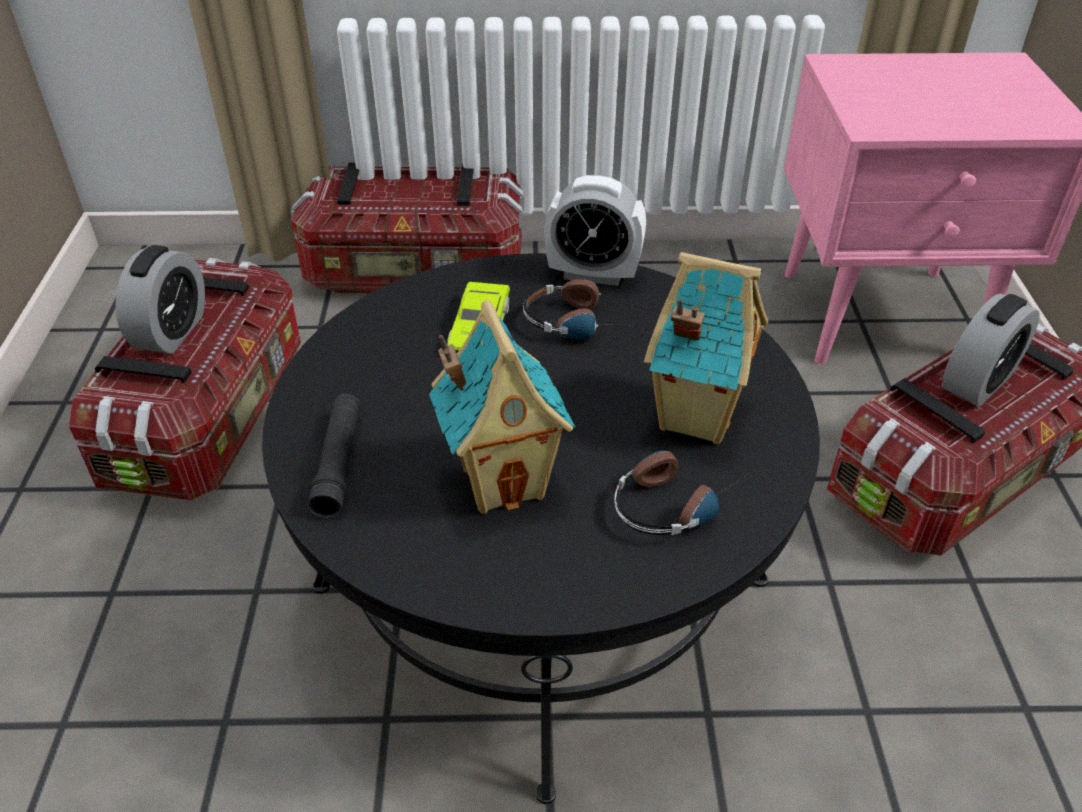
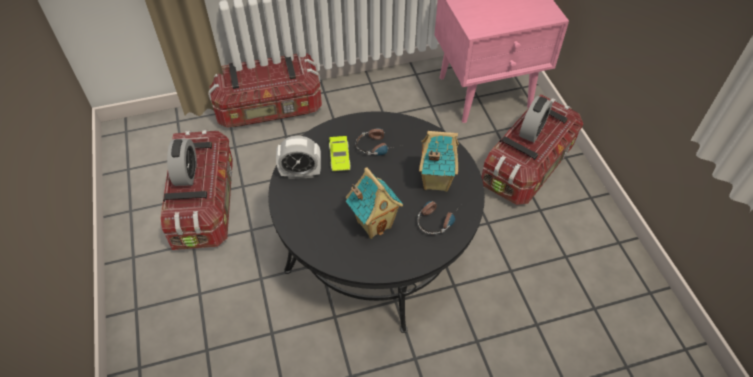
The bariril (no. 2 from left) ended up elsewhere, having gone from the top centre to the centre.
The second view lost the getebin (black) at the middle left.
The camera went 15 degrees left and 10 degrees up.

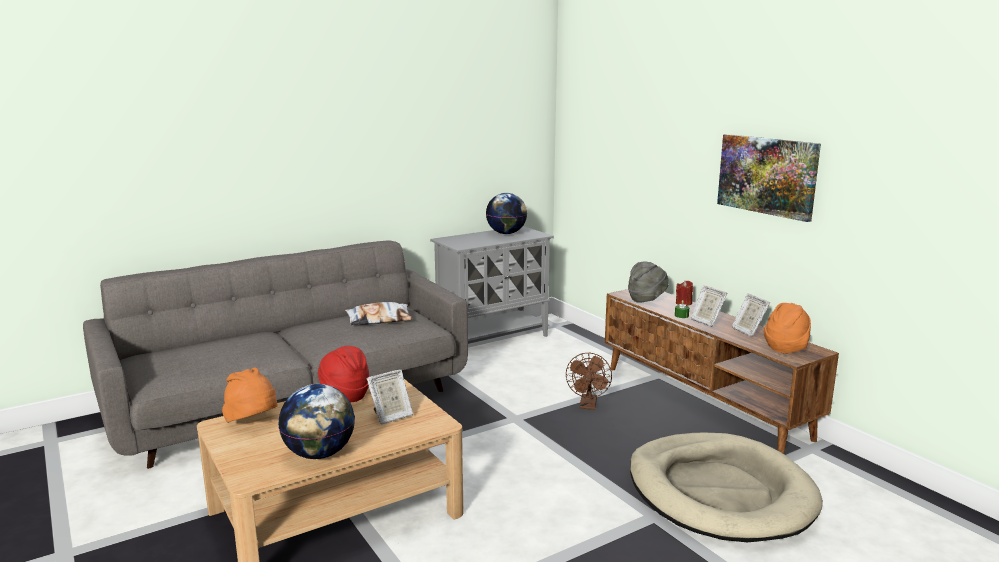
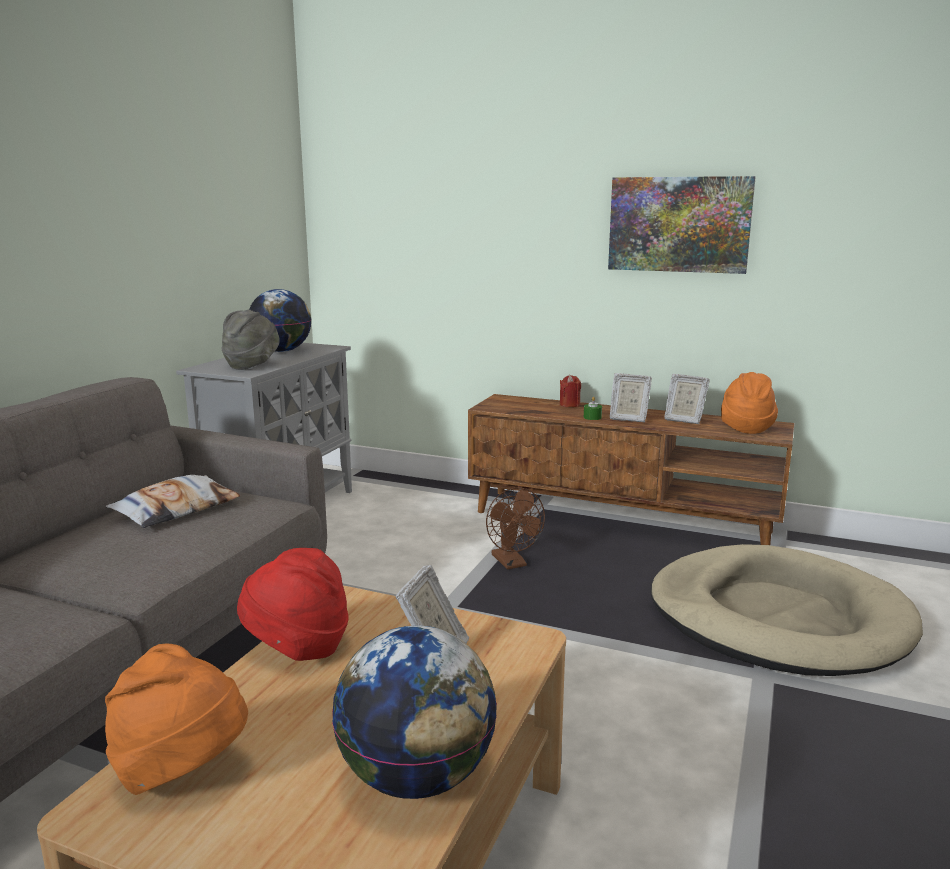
The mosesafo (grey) ended up elsewhere, having gone from the centre to the middle left.
The camera went 35 degrees left and 0 degrees up.

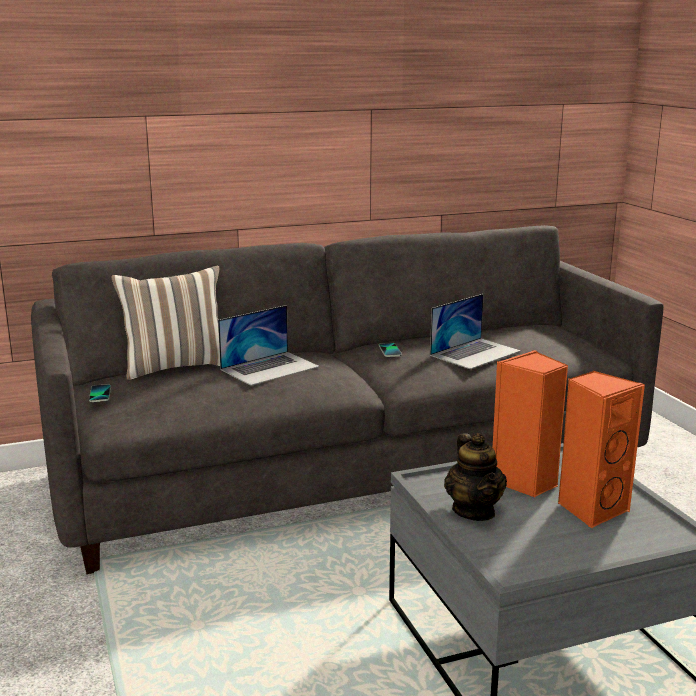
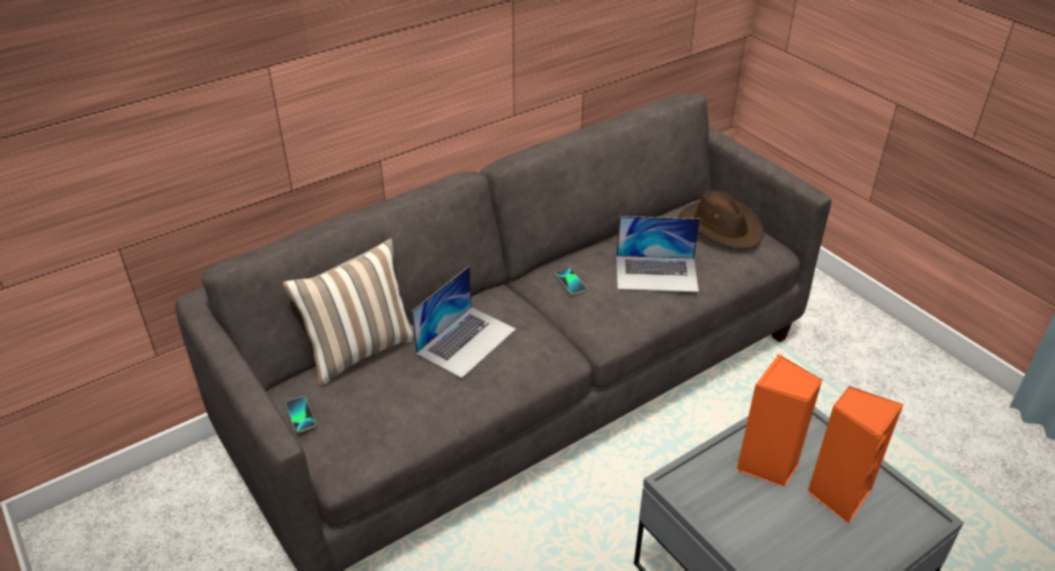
The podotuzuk (no. 2 from left) at the middle right ended up facing another way, 60 degrees clockwise from before.
The second view gained the mosesafo (brown) at the middle right.
The second view lost the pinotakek at the bottom right.
The camera went 15 degrees left and 20 degrees up.

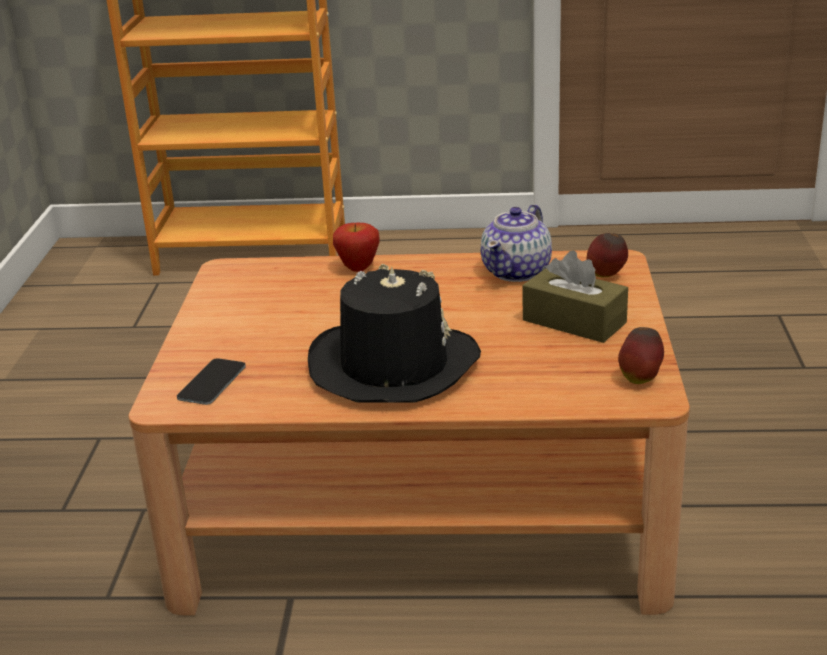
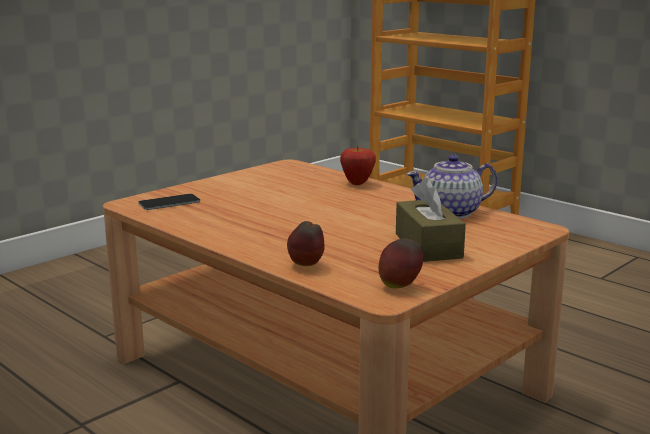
The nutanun (no. 2 from left in the first image) ended up elsewhere, having gone from the middle right to the centre.
The second view lost the mosesafo (black) at the centre.
The camera went 40 degrees right and 10 degrees down.

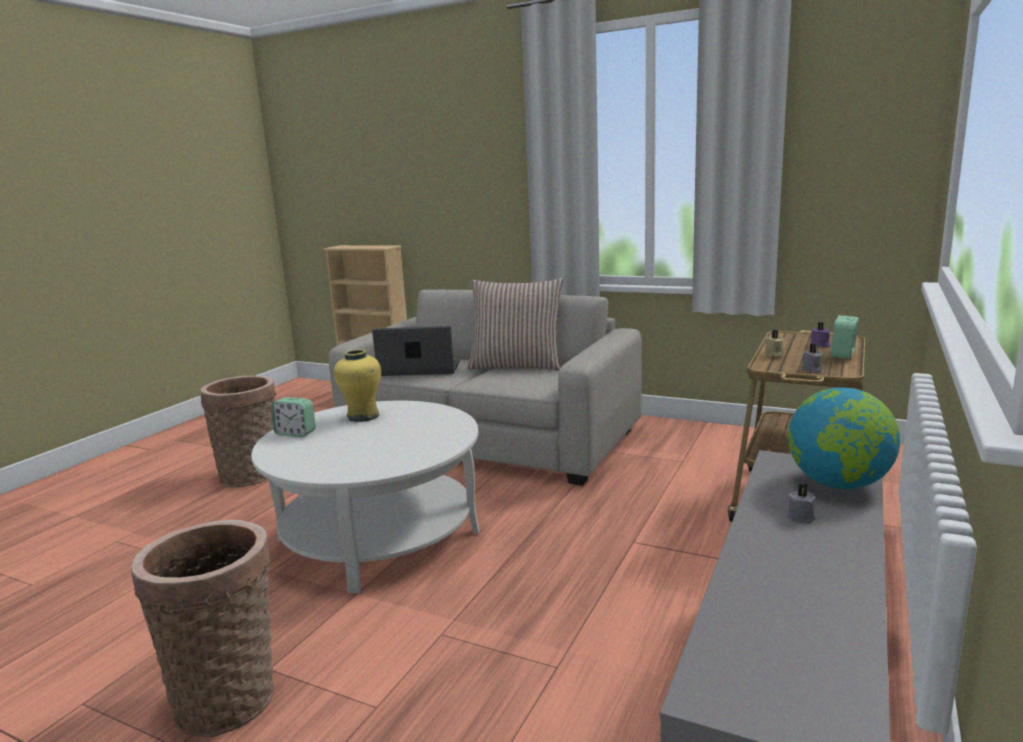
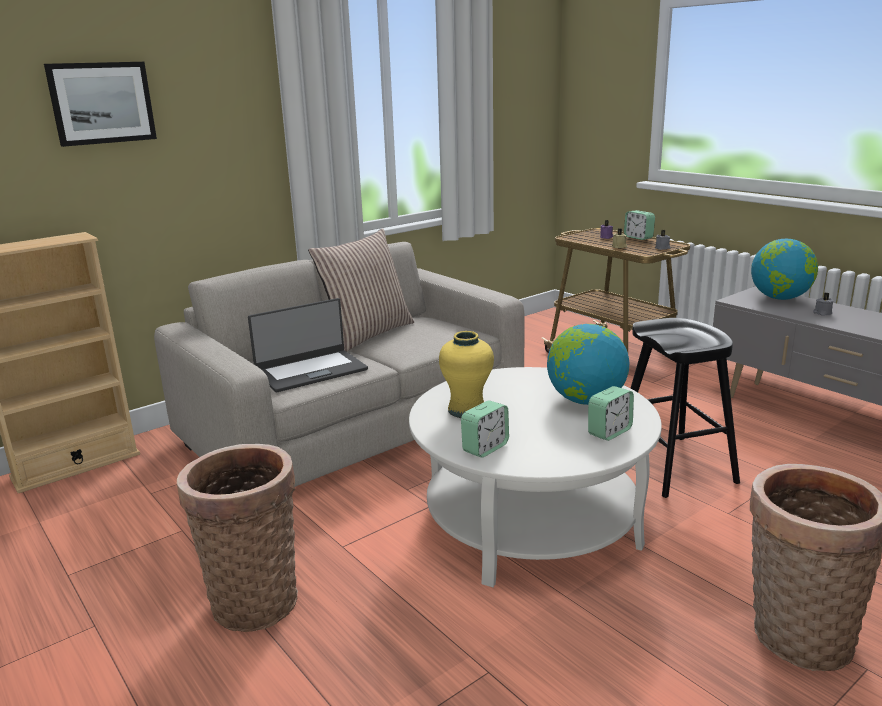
The second view gained the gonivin at the top left.
The podotuzuk at the centre ended up facing another way, 150 degrees counterclockwise from before.
The second view gained the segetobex (no. 1 from left) at the middle right.
The second view gained the bariril (no. 2 from left) at the middle right.
The second view gained the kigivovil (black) at the middle right.
The camera went 65 degrees left and 5 degrees up.

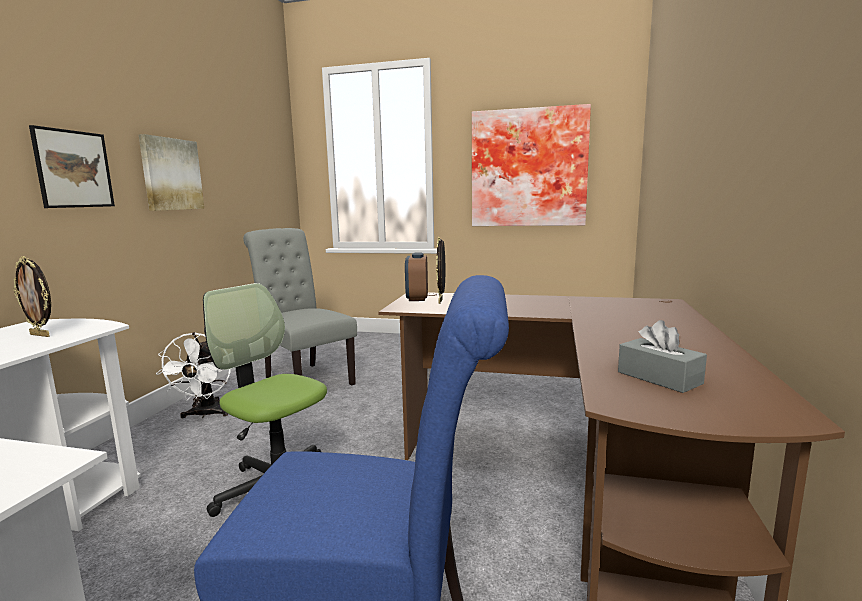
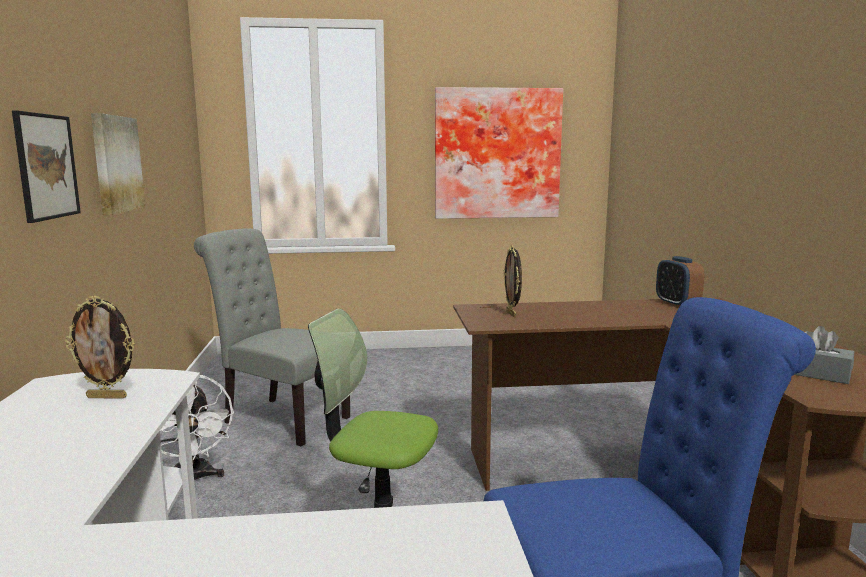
The bariril ended up elsewhere, having gone from the centre to the middle right.
The camera went 20 degrees left and 0 degrees up.

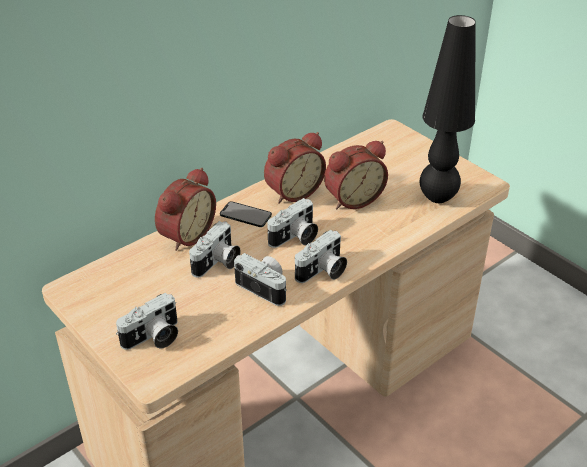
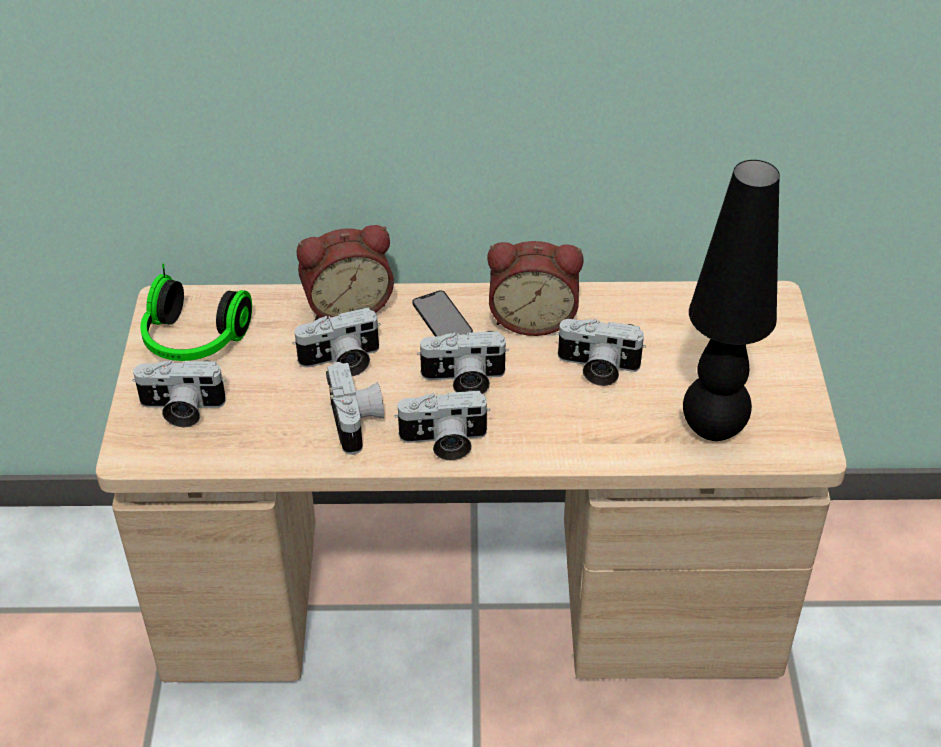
The second view gained the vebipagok at the middle left.
Where the bariril (no. 3 from left) stood at the centre, the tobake (no. 6 from left) came to stand at the centre.
The camera went 40 degrees right and 5 degrees up.

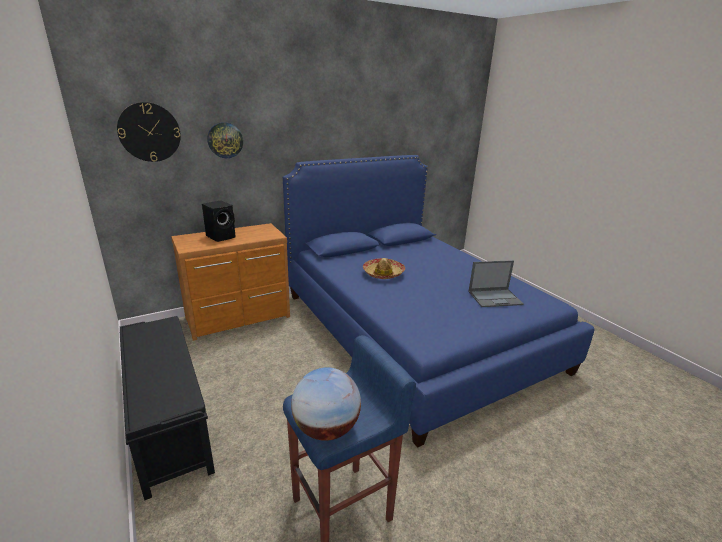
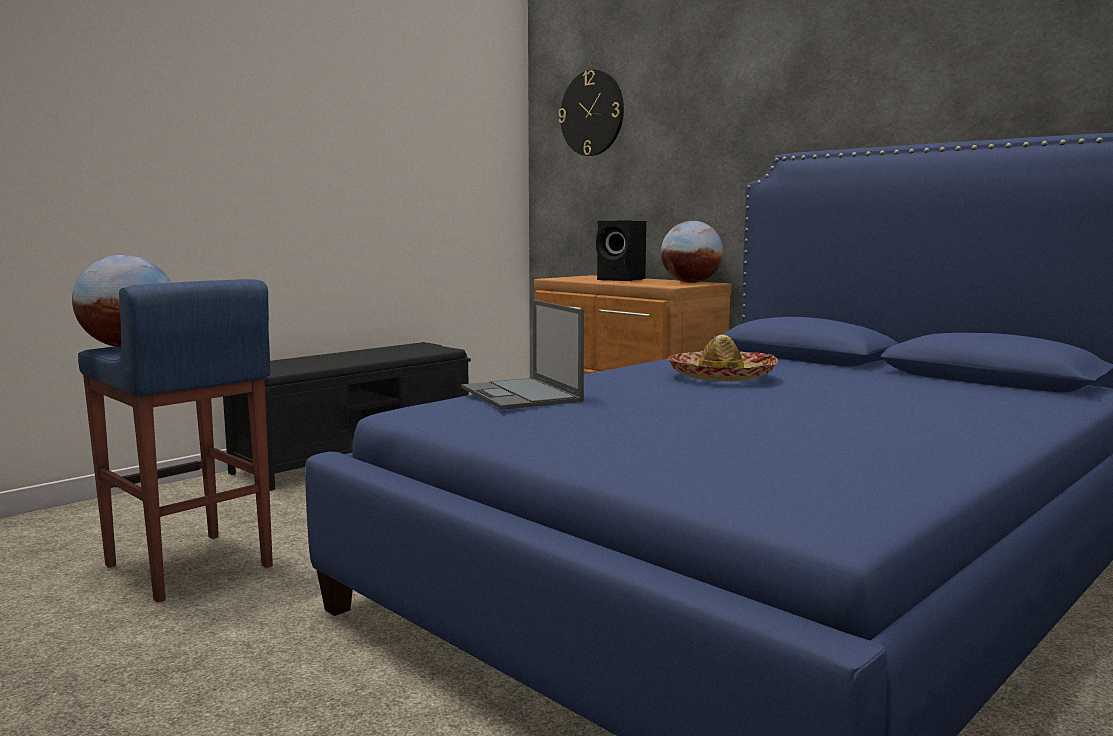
The podotuzuk ended up elsewhere, having gone from the middle right to the centre.
The second view gained the segetobex (no. 2 from left) at the centre.
The second view lost the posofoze (no. 2 from left) at the top left.
The camera went 75 degrees right and 15 degrees down.

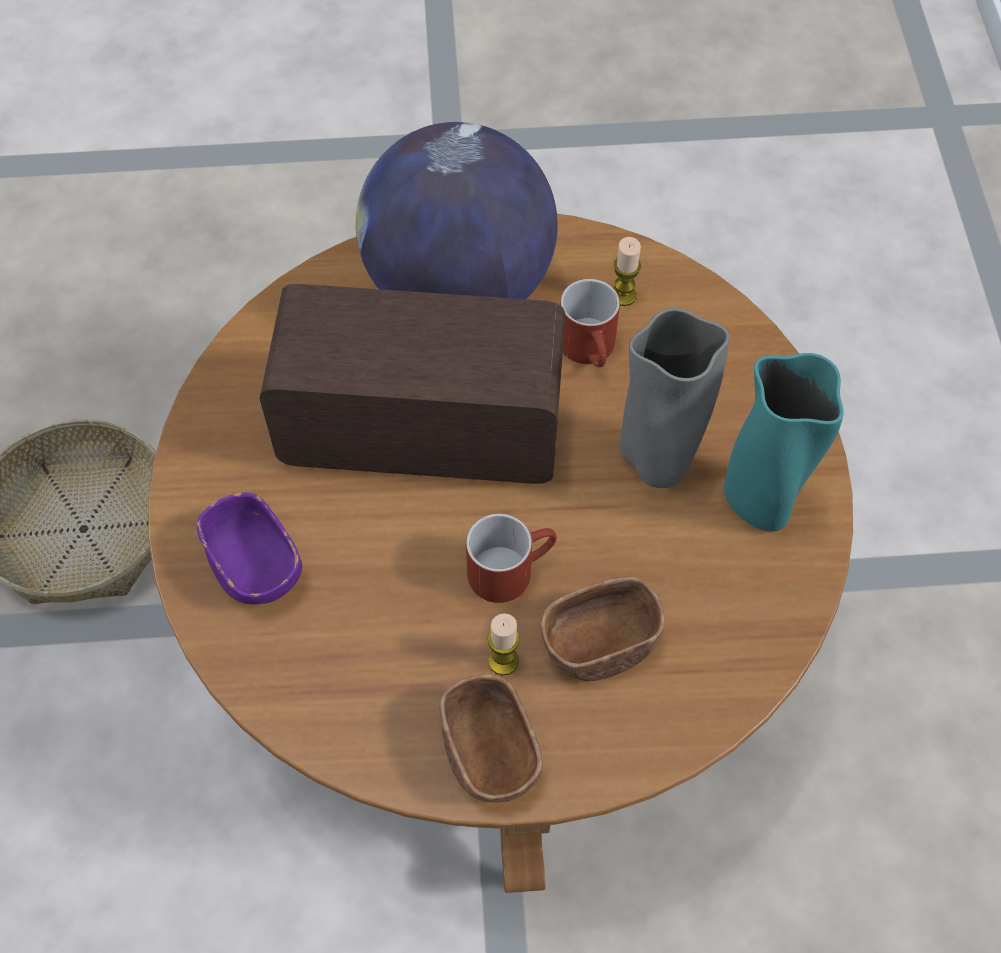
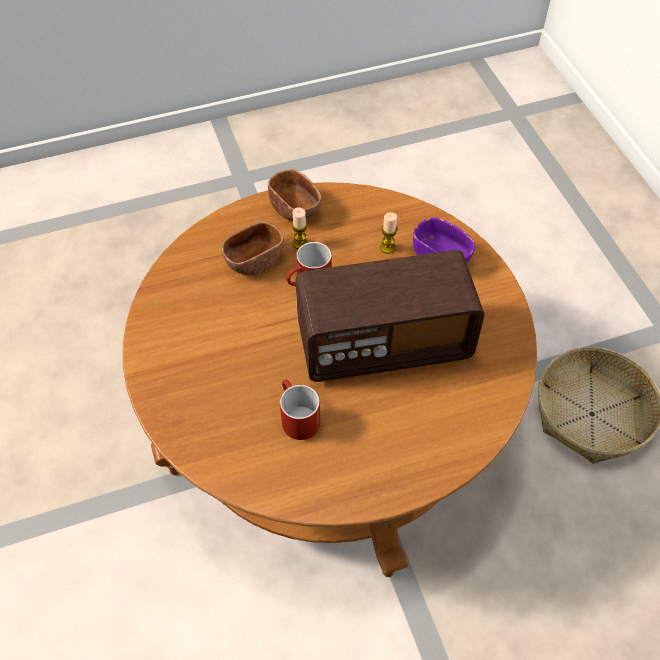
The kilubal (no. 2 from left) ended up elsewhere, having gone from the top centre to the centre.
The second view lost the segetobex at the top centre.
The second view lost the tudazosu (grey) at the middle right.
The second view lost the tudazosu (turquoise) at the middle right.
The camera went 165 degrees right and 5 degrees down.

